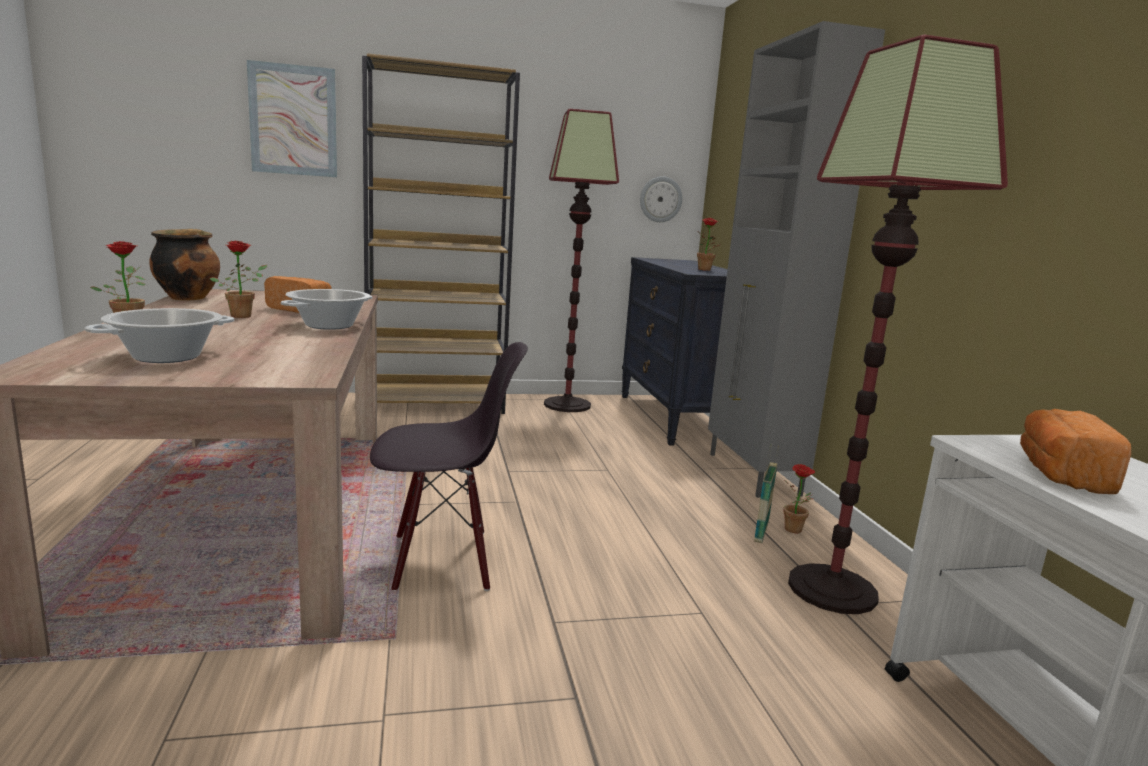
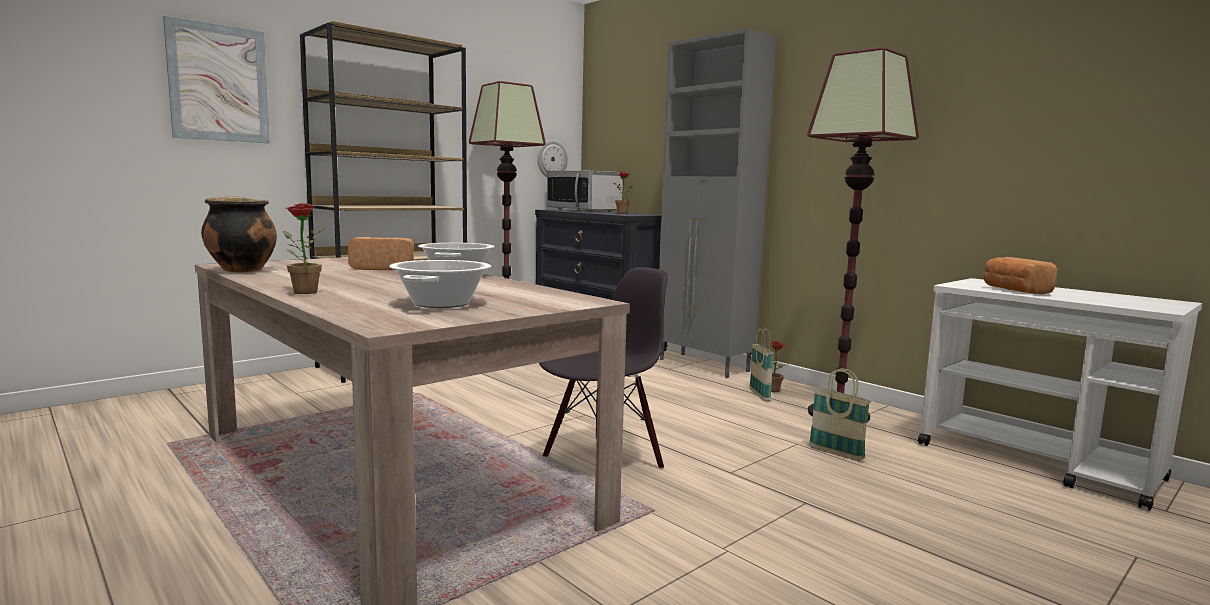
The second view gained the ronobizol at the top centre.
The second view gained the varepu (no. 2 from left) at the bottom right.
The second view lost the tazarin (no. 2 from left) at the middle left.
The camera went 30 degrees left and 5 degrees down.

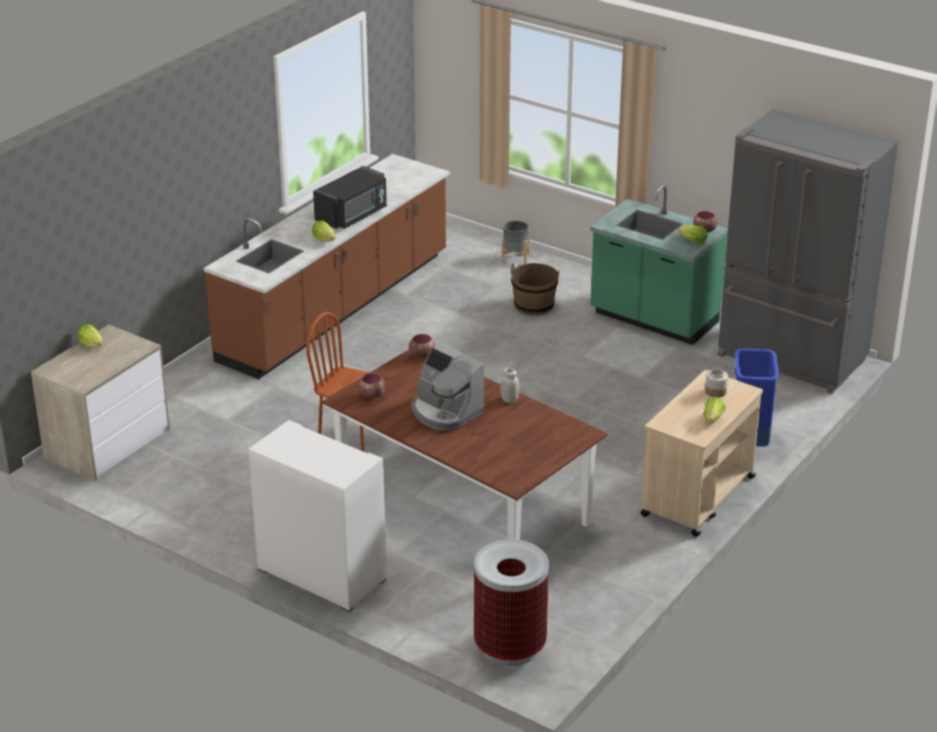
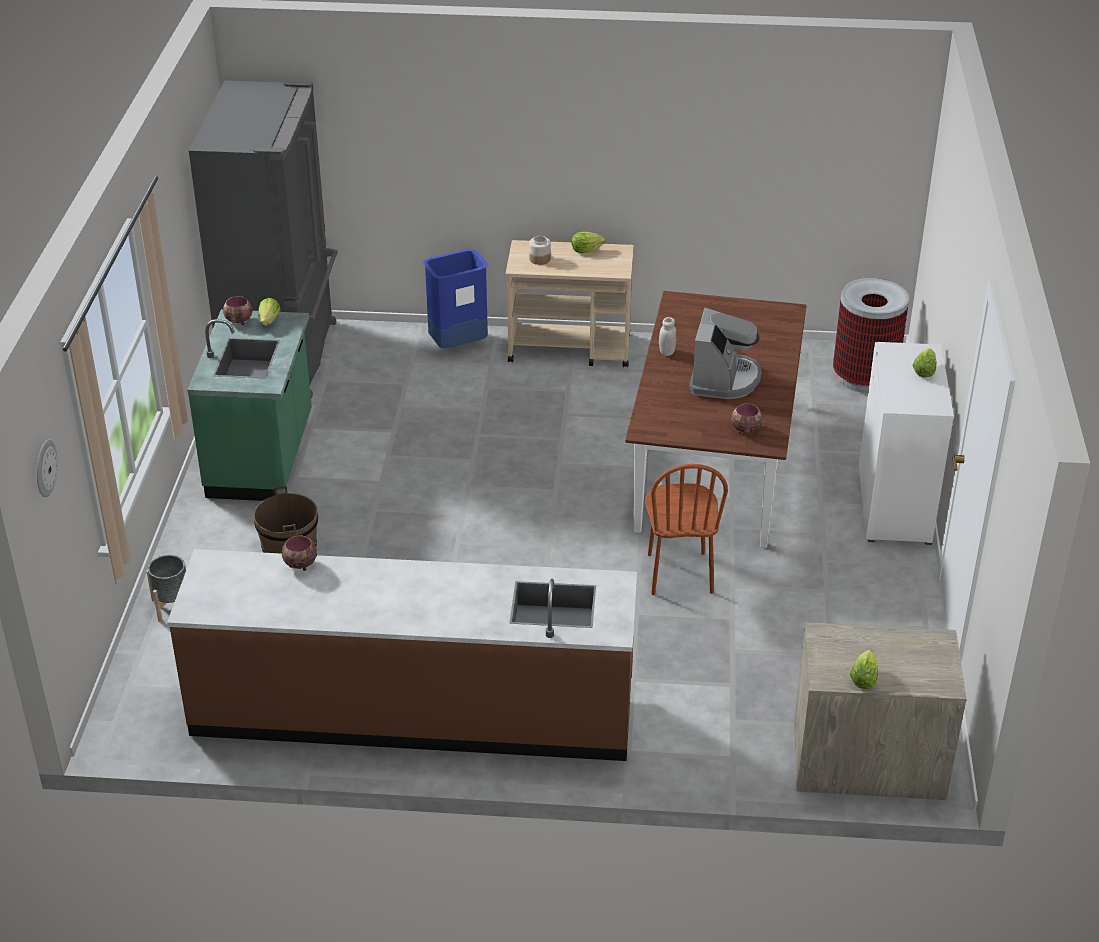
The second view gained the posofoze at the middle left.
The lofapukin (no. 2 from left) ended up elsewhere, having gone from the centre to the middle left.
The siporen (no. 2 from left in the first image) ended up elsewhere, having gone from the top centre to the middle right.
The second view lost the ronobizol (black) at the top centre.
The camera went 120 degrees left and 5 degrees up.

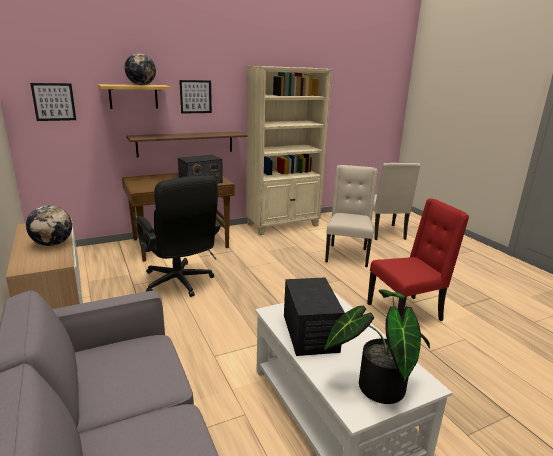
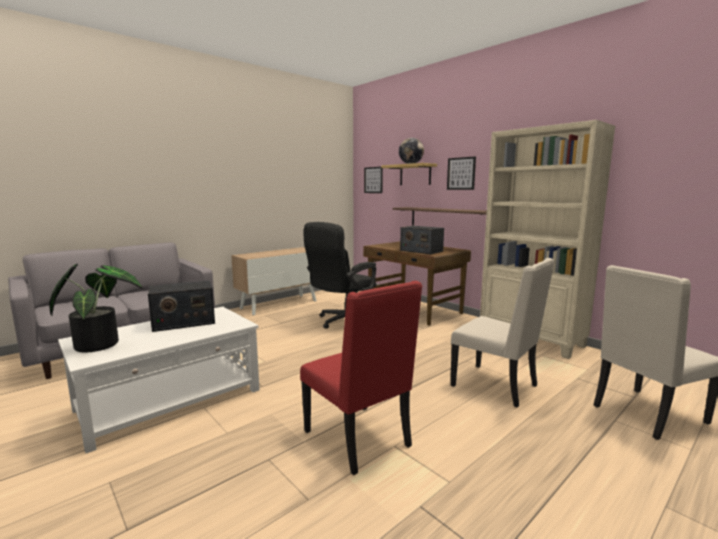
The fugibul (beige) (no. 1 from left) at the centre ended up facing another way, 45 degrees clockwise from before.
The second view lost the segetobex (no. 1 from left) at the middle left.
The camera went 75 degrees right and 10 degrees down.

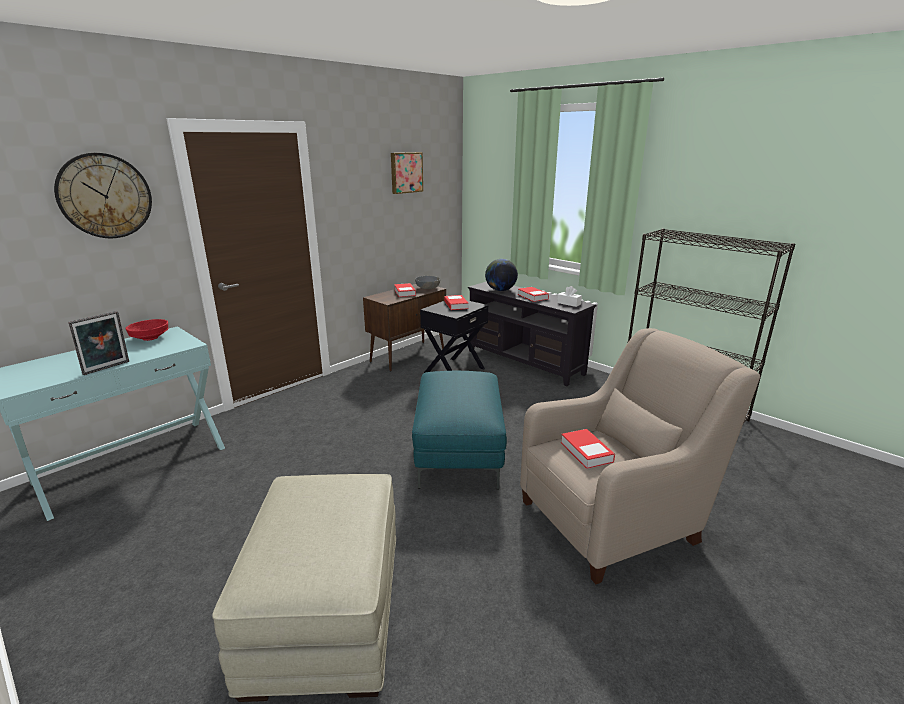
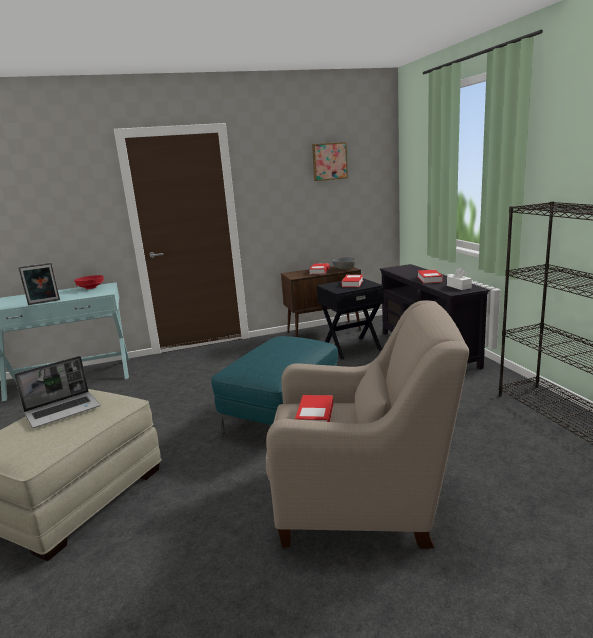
The second view gained the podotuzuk at the middle left.
The second view lost the posofoze at the top left.
The second view lost the segetobex at the centre.
The camera went 30 degrees right and 5 degrees down.

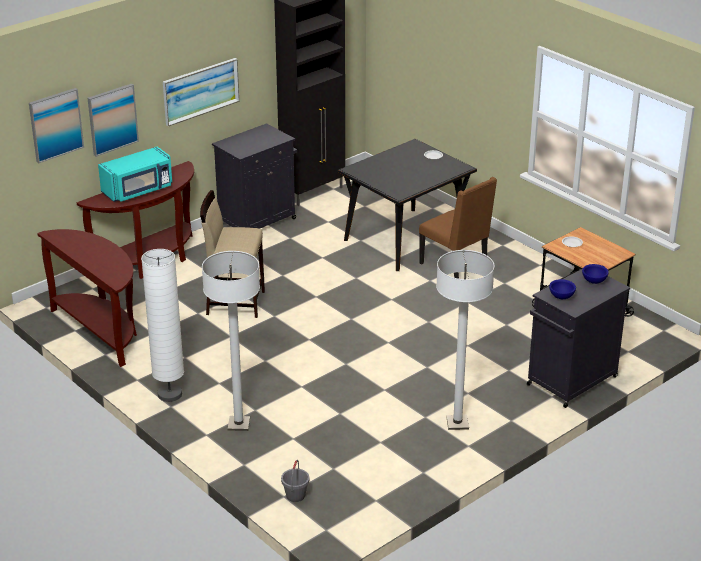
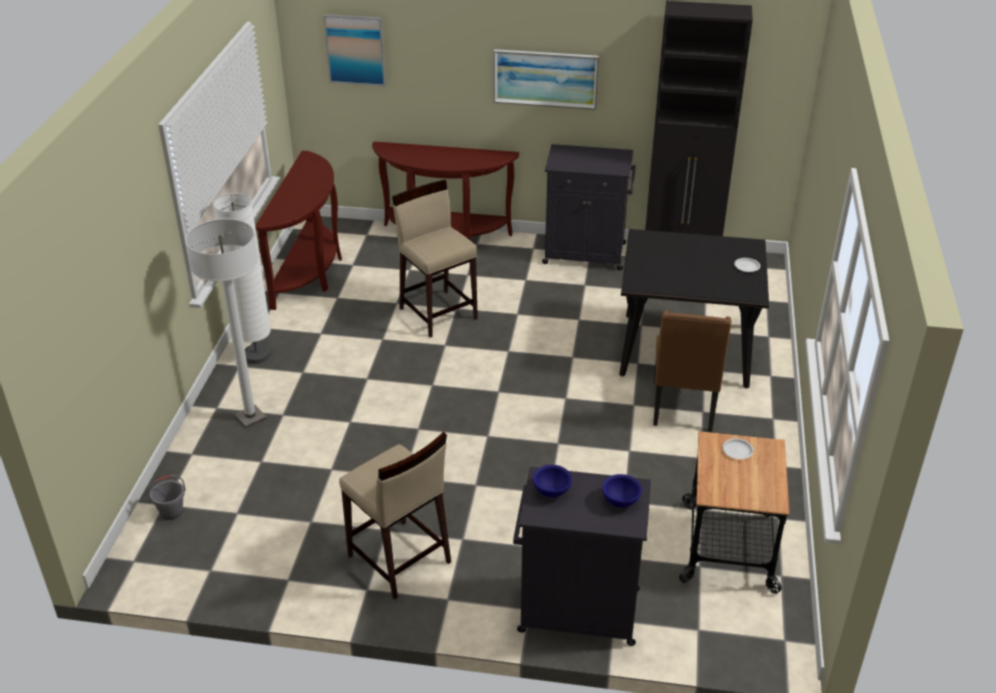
Where the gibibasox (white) (no. 3 from left) stood at the centre, the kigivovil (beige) (no. 1 from left) came to stand at the bottom centre.
The second view lost the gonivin (no. 2 from left) at the top left.
The second view lost the ronobizol (turquoise) at the top left.
The camera went 50 degrees right and 5 degrees up.

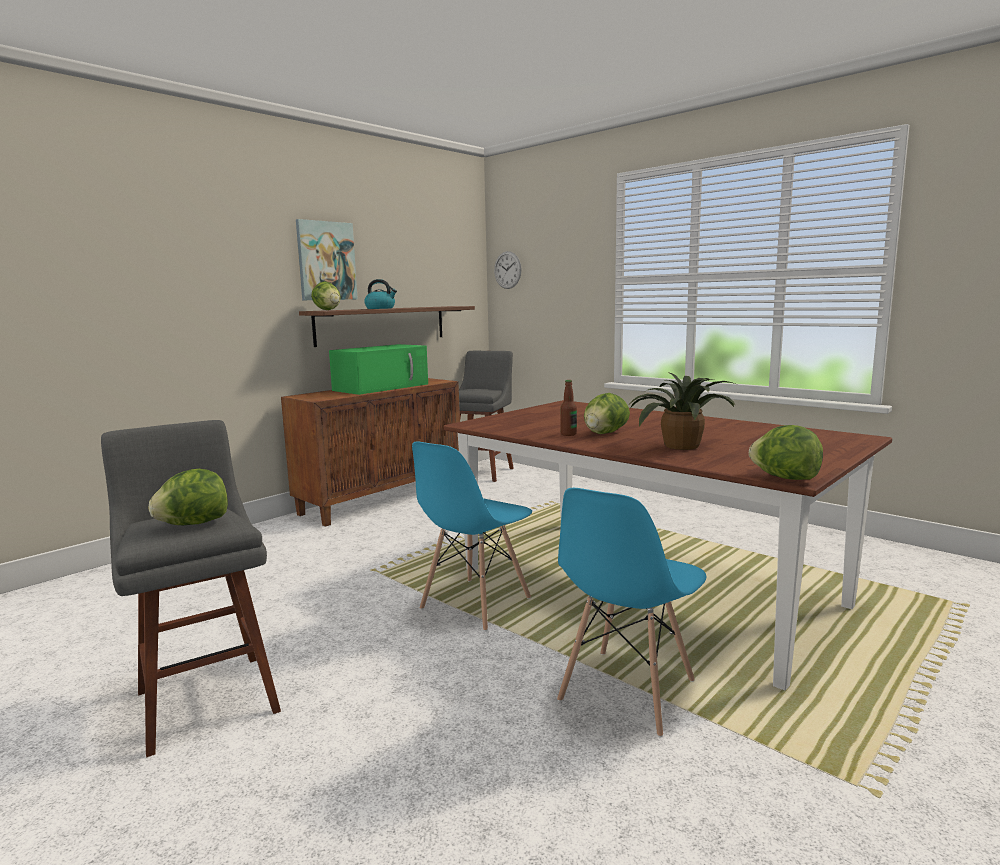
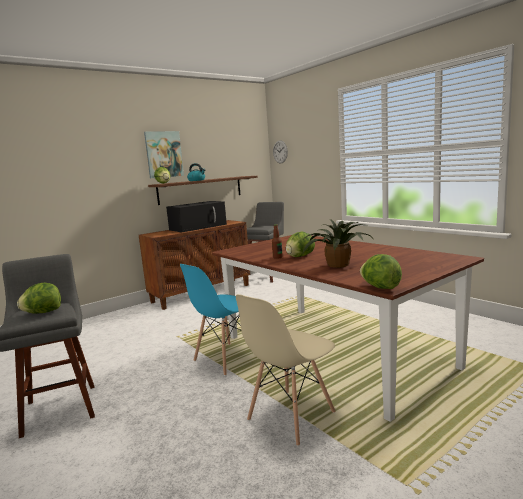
What was the ronobizol (green) at the centre turned into the ronobizol (black) at the centre.
What was the fugibul (blue) (no. 2 from left) at the bottom centre turned into the fugibul (beige) at the bottom centre.
The camera went 10 degrees right and 0 degrees up.

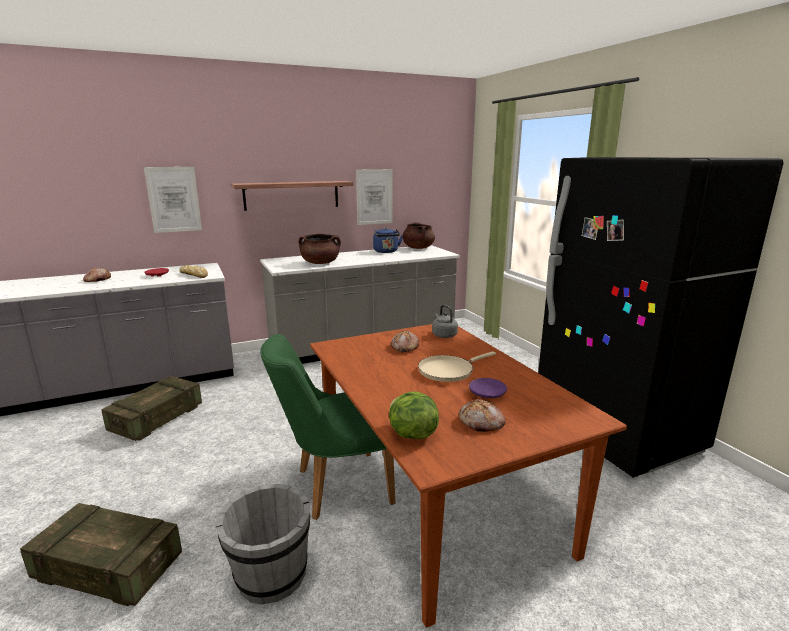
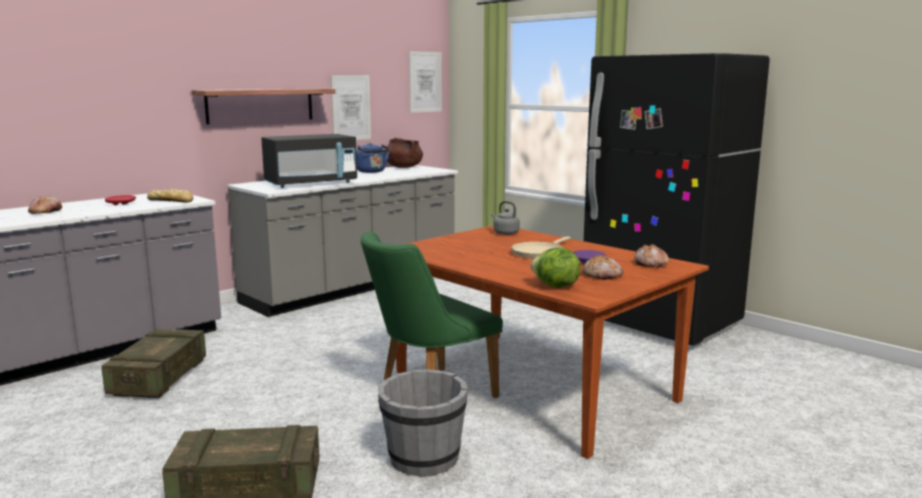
Where the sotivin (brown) (no. 1 from left) stood at the centre, the ronobizol (black) came to stand at the top centre.
The gonivin (no. 1 from left in the first image) ended up elsewhere, having gone from the top left to the top centre.
The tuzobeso (no. 3 from left in the first image) ended up elsewhere, having gone from the centre to the middle right.
The camera went 20 degrees left and 5 degrees down.

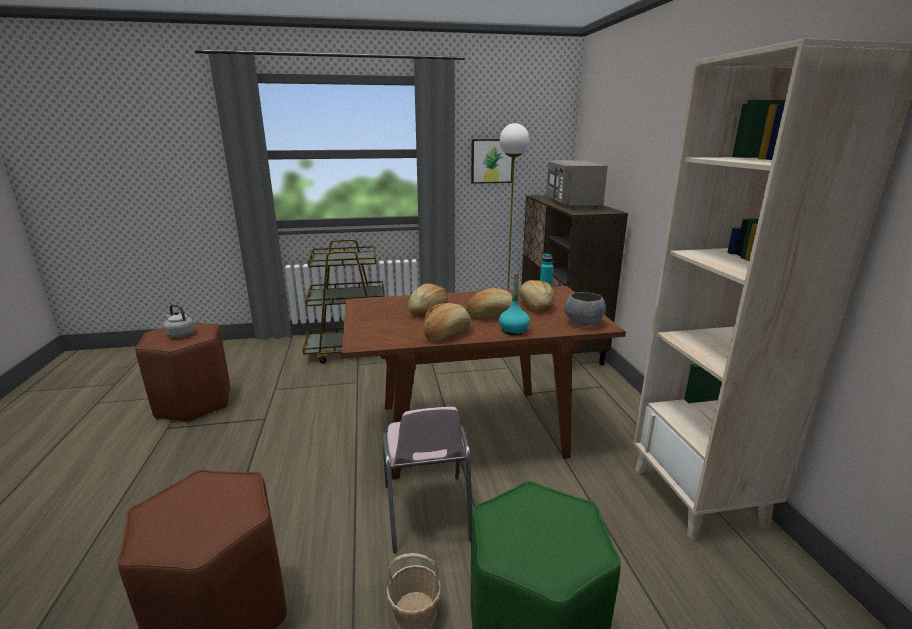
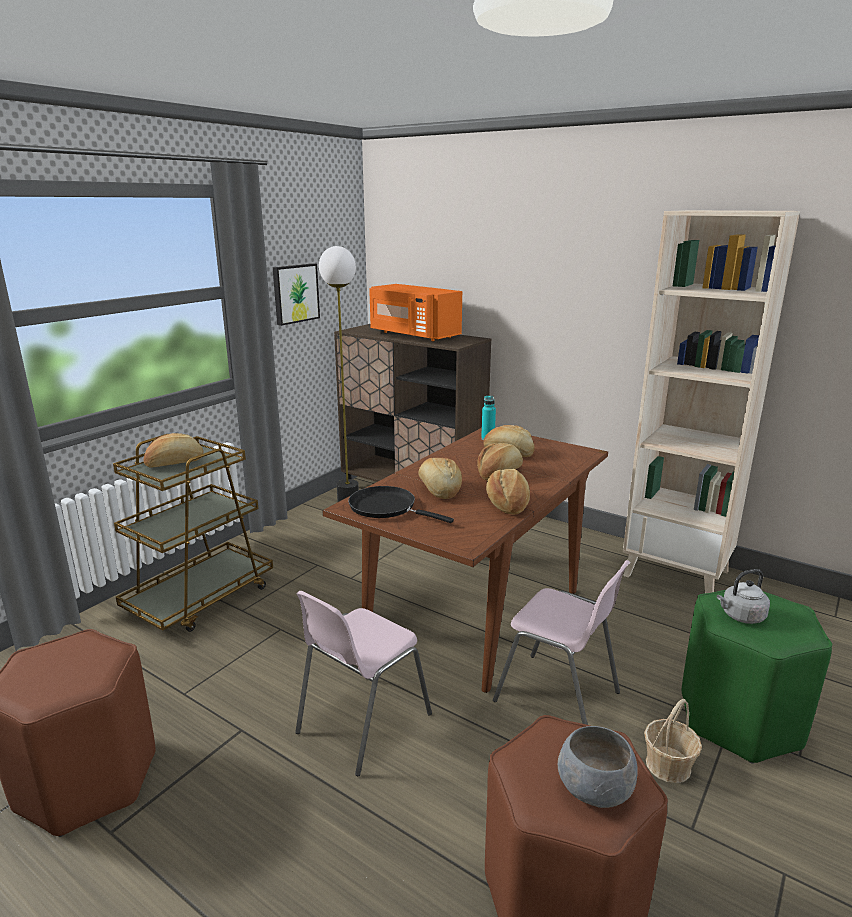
The second view gained the tuzobeso (no. 1 from left) at the middle left.
The second view gained the fugibul (pink) (no. 1 from left) at the bottom centre.
The second view gained the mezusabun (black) at the centre.
What was the ronobizol (grey) at the top centre turned into the ronobizol (orange) at the centre.
The lofapukin (grey) ended up elsewhere, having gone from the centre to the bottom right.
The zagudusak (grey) ended up elsewhere, having gone from the middle left to the middle right.
The second view lost the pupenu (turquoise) (no. 1 from left) at the centre.
The camera went 45 degrees left and 0 degrees up.

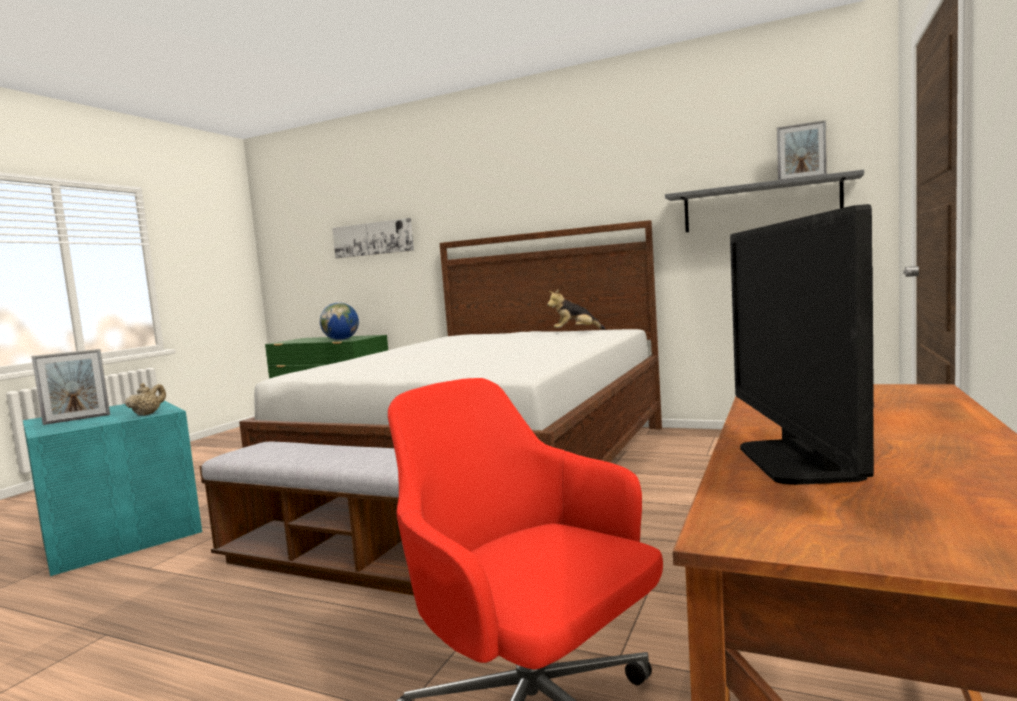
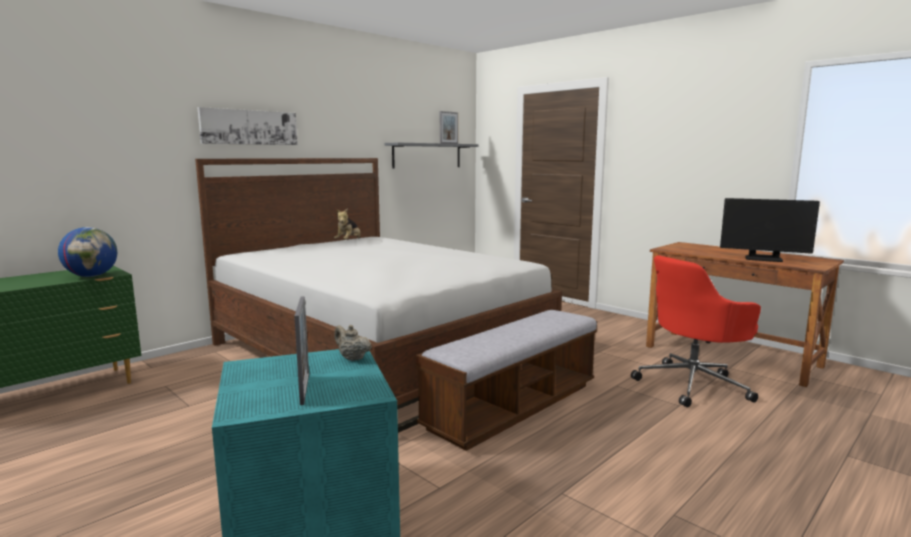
The gonivin ended up elsewhere, having gone from the centre to the top left.
The camera went 70 degrees left and 5 degrees up.

